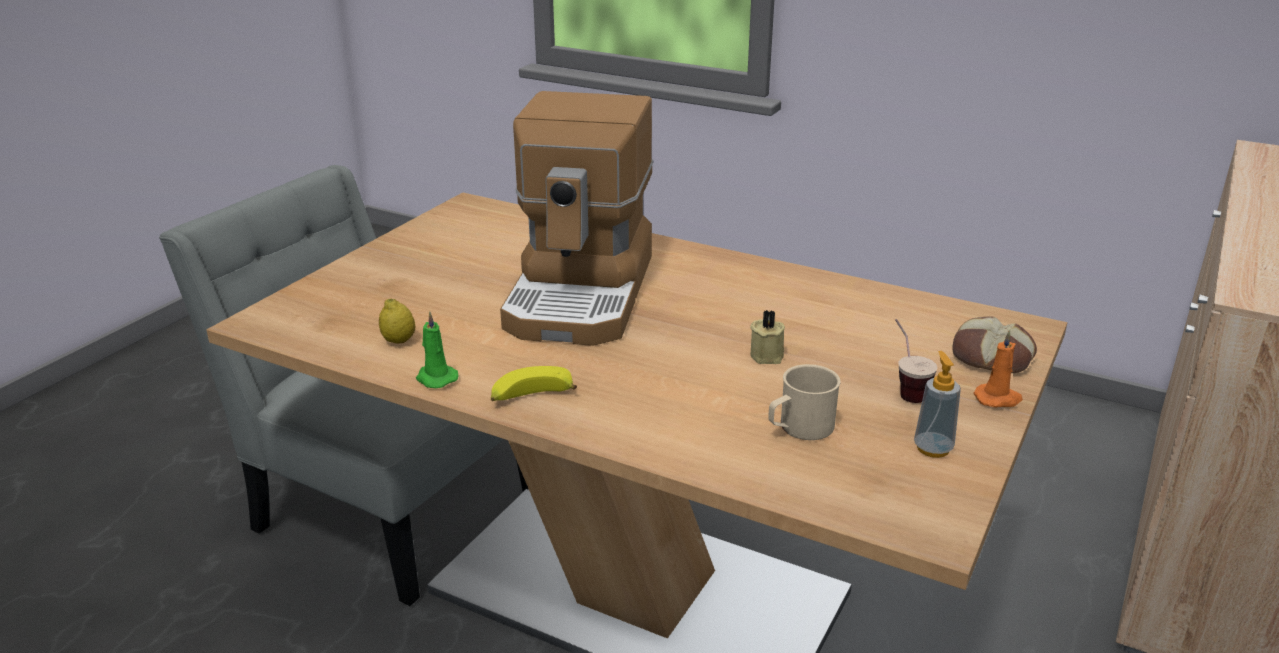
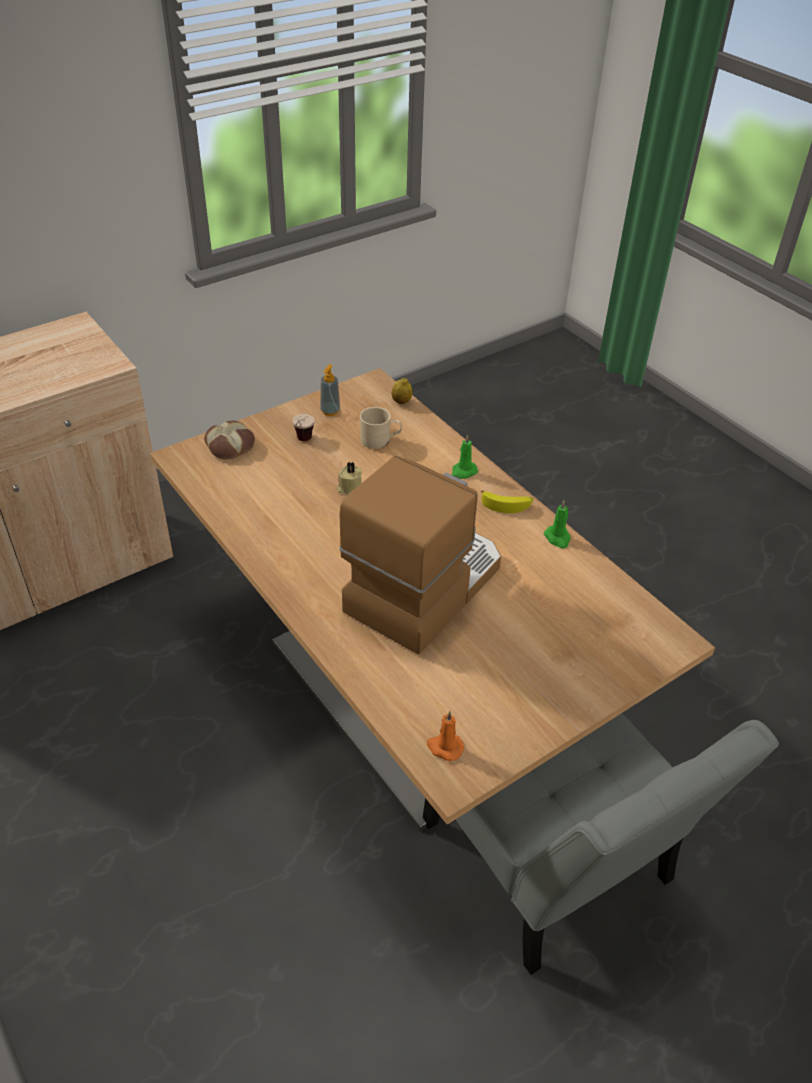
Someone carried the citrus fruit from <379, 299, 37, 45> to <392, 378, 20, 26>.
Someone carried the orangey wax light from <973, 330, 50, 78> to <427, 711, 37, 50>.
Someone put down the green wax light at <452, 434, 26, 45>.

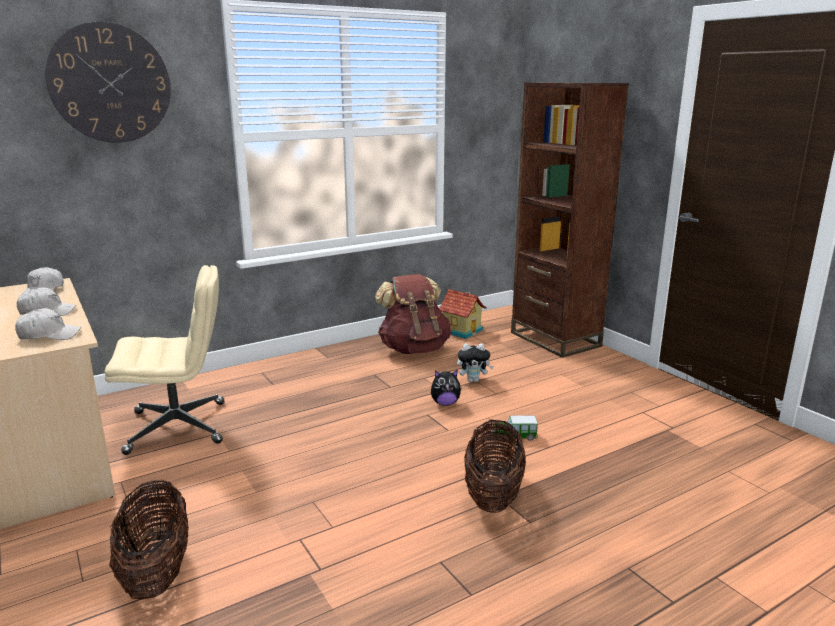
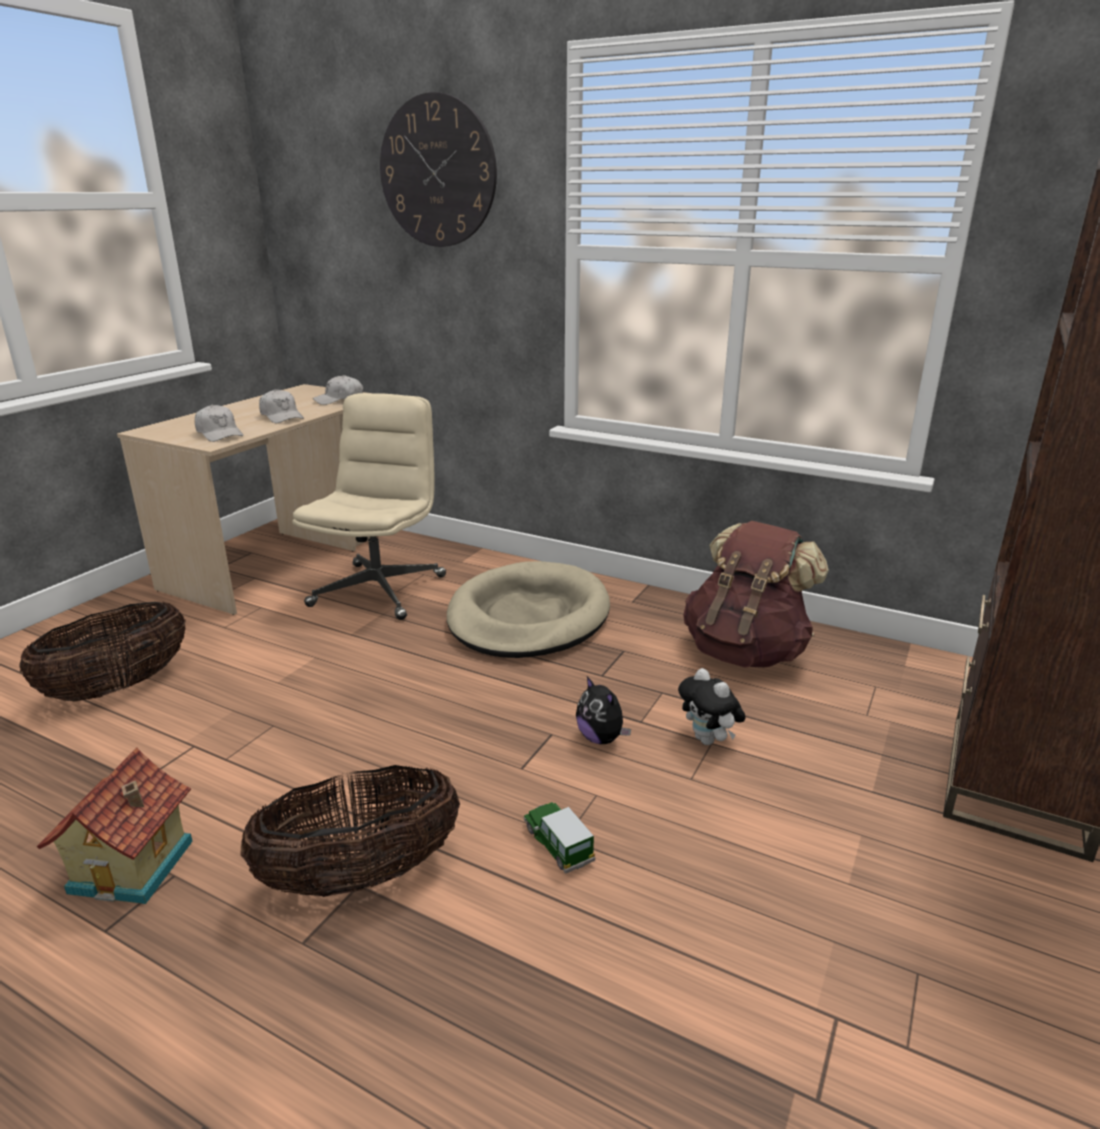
Someone rotated the beige computer chair at <105, 265, 119, 190> by 120 degrees counterclockwise.
Someone carried the toy house from <439, 289, 48, 50> to <37, 747, 156, 157>.
Someone put down the beige dog cushion at <447, 561, 163, 97>.

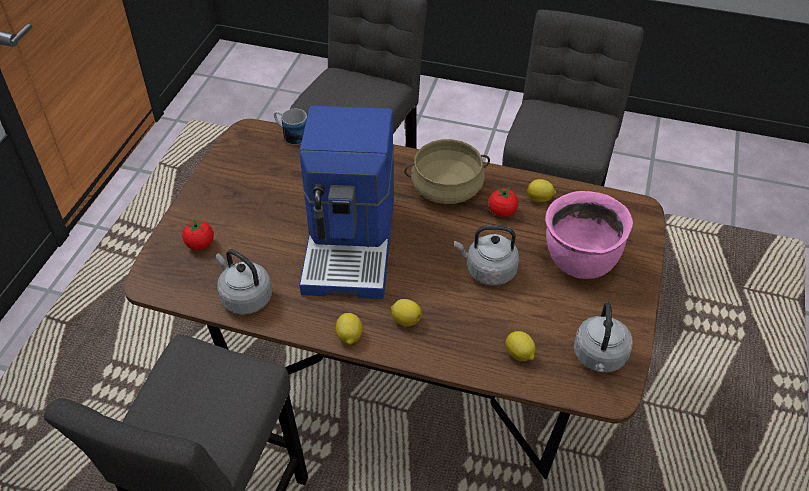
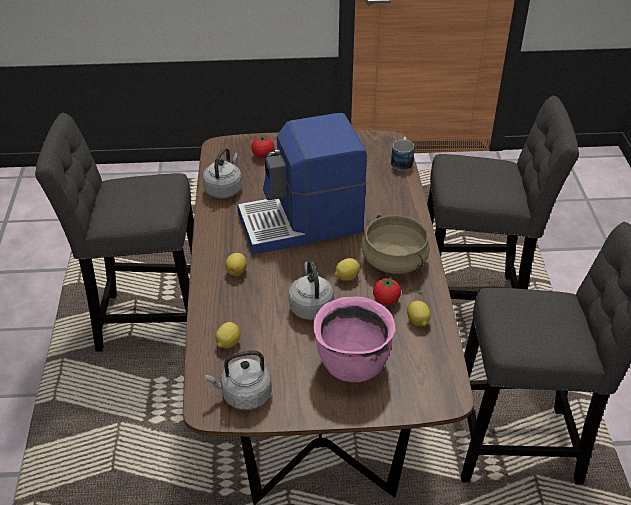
Someone carried the citrus fruit from <336, 313, 27, 32> to <335, 258, 25, 23>.

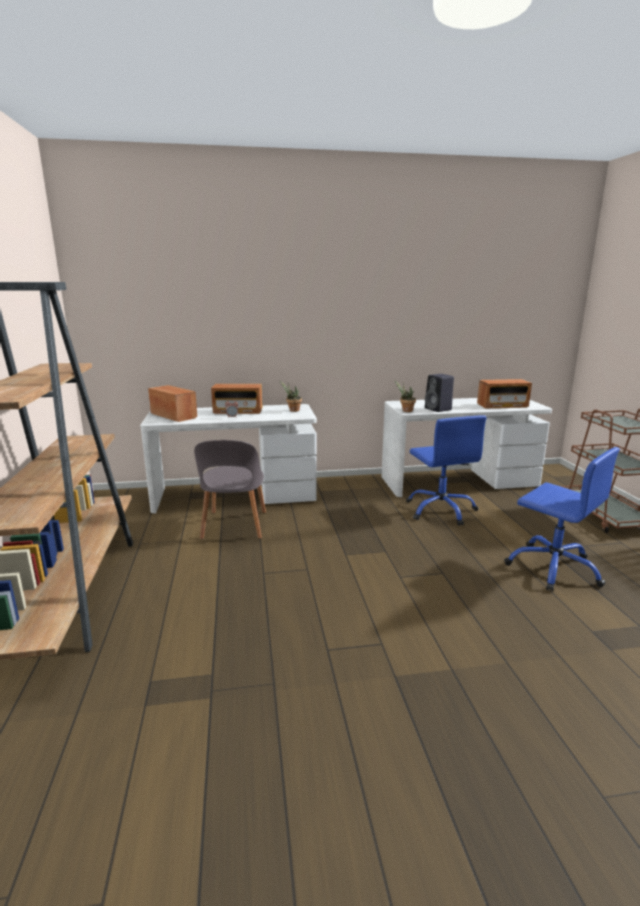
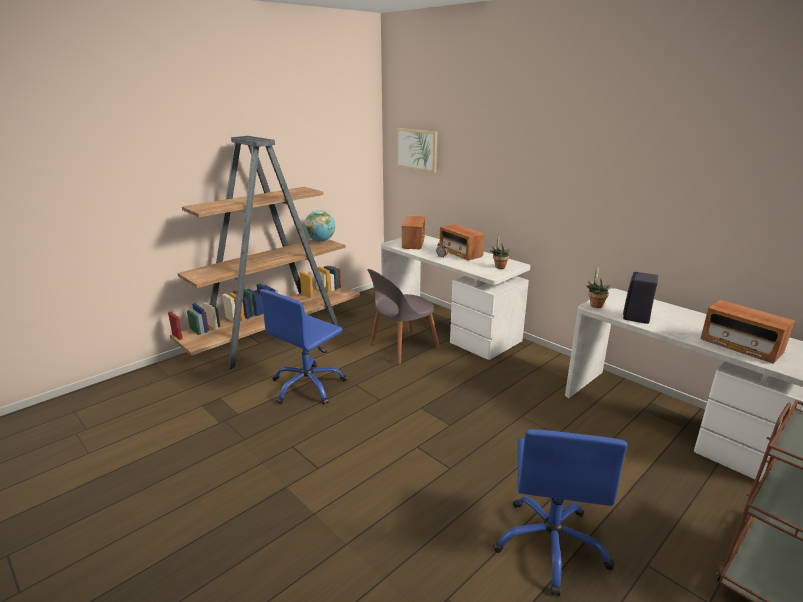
Someone carried the blue-coloured computer chair from <406, 415, 81, 111> to <260, 289, 87, 116>.
Someone put up the picture at <397, 128, 40, 45>.
Someone put down the globe at <304, 210, 31, 32>.

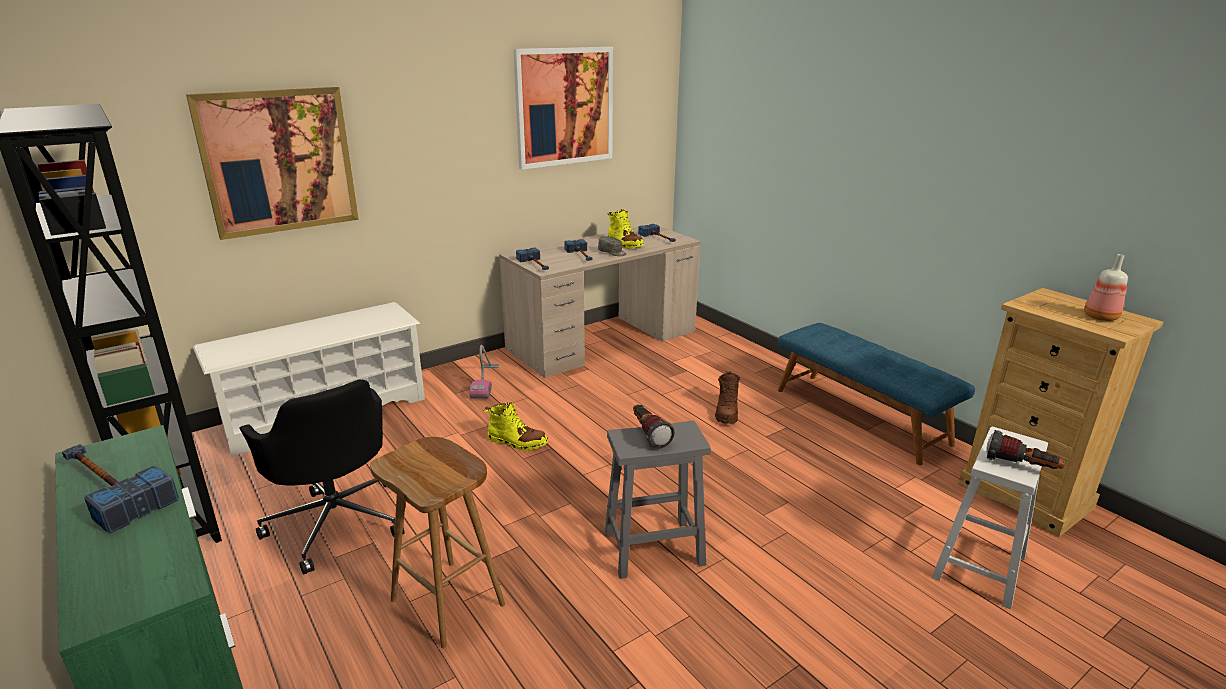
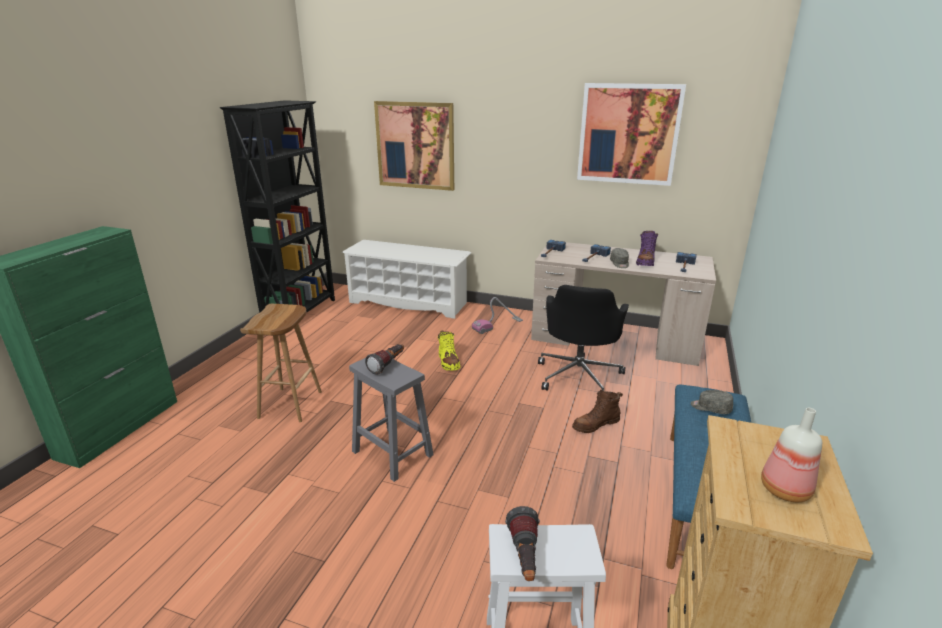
Someone repainted the yellow high-top boot at <608, 209, 36, 40>, which became the purple-coloured high-top boot at <636, 231, 22, 35>.
Someone carried the blackish computer chair from <239, 380, 165, 194> to <538, 285, 91, 106>.
Someone took away the hand hammer at <62, 444, 117, 89>.
Someone put down the grey cap at <691, 390, 42, 24>.

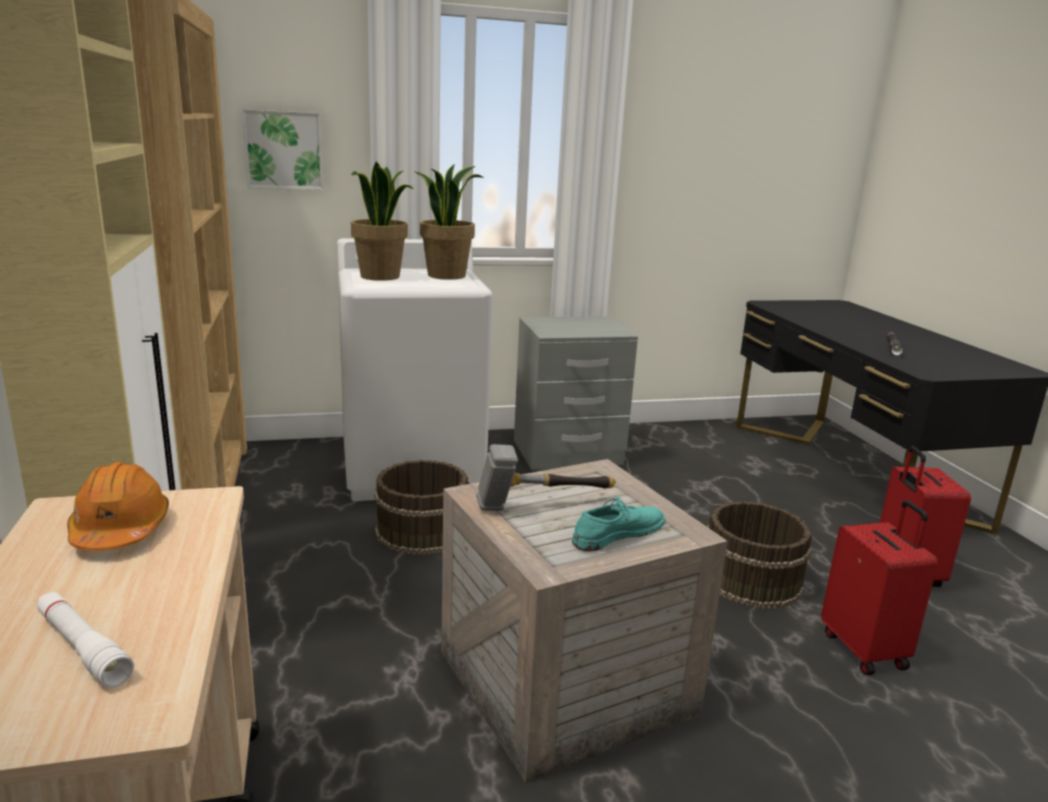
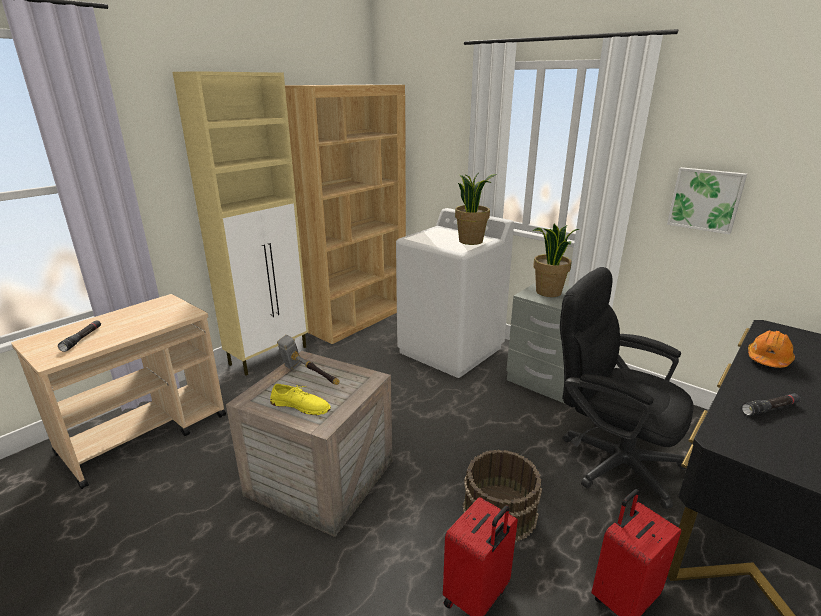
Someone carried the picture from <242, 109, 82, 81> to <667, 167, 80, 68>.
Someone carried the potted plant from <351, 161, 62, 120> to <532, 224, 47, 73>.
Someone took away the brownish bucket at <374, 460, 96, 95>.
Someone carried the orangey safety helmet from <67, 462, 102, 89> to <748, 330, 47, 38>.
Someone repainted the turquoise shoe at <572, 496, 93, 56>, which became the yellow shoe at <270, 384, 61, 31>.
Someone repainted the white hand torch at <36, 592, 98, 96>, which became the blackish hand torch at <58, 320, 43, 32>.
Someone put down the blackish computer chair at <560, 267, 134, 242>.

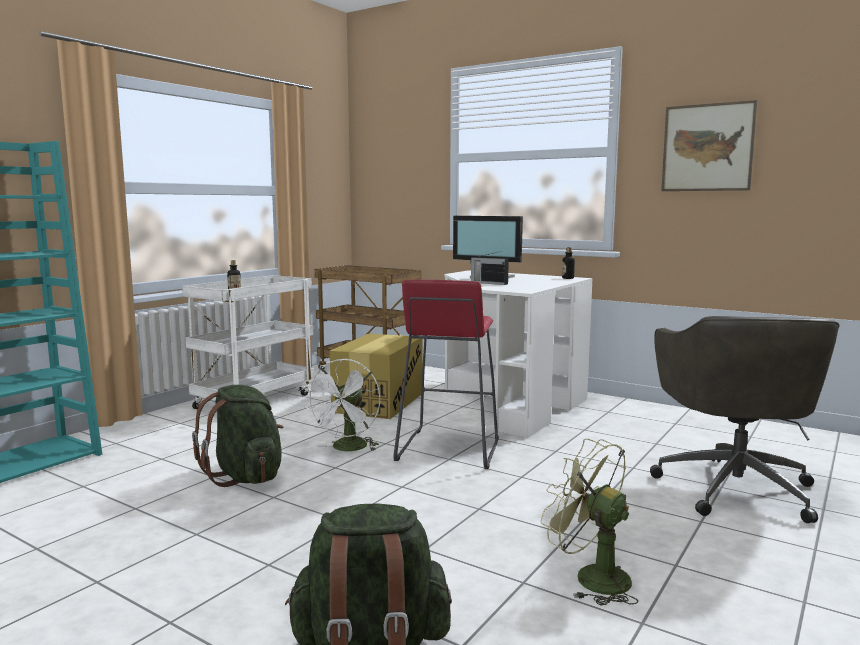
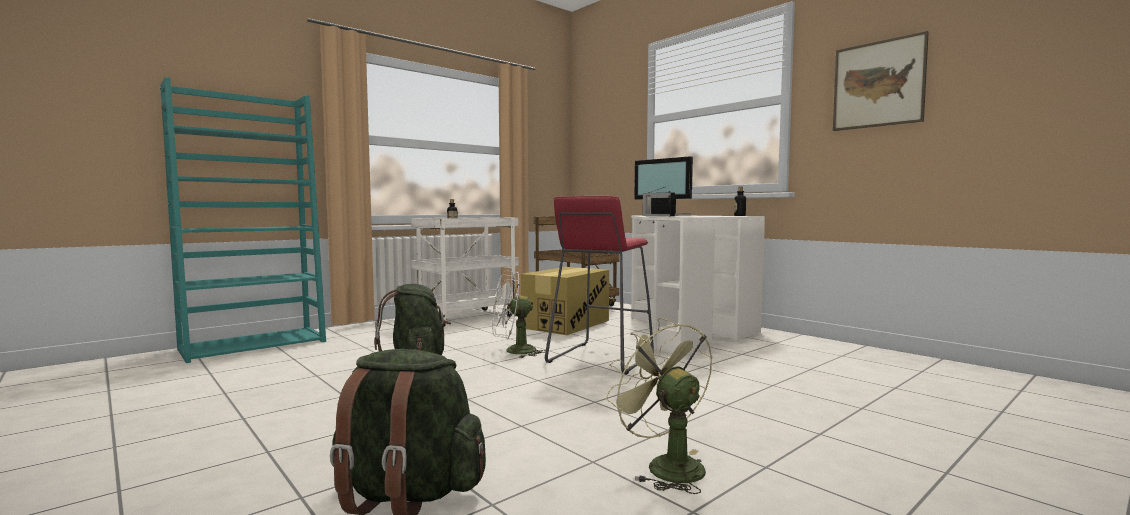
Someone took away the grey computer chair at <650, 316, 190, 207>.
Someone rotated the white cooling fan at <304, 358, 76, 93> by 45 degrees clockwise.

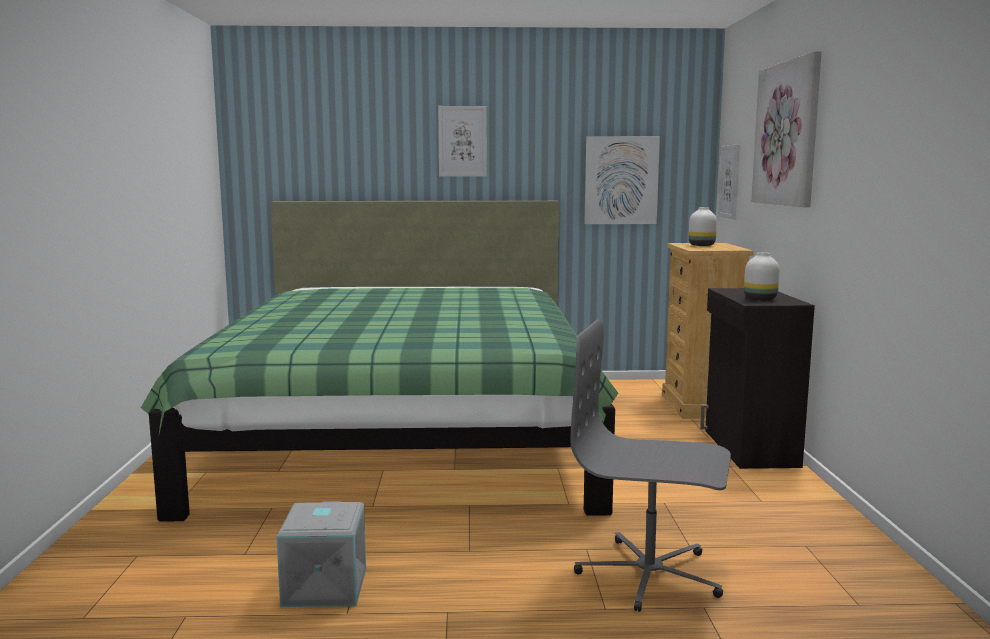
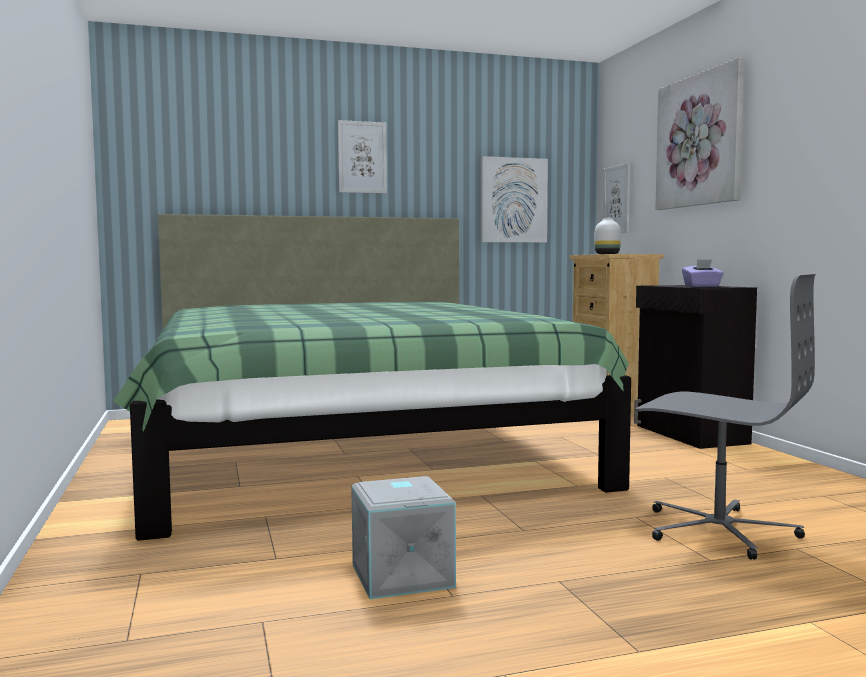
Someone swapped the white decorative vase at <744, 253, 36, 47> for the purple-coloured tissue box at <682, 259, 42, 28>.
Someone rotated the grey computer chair at <570, 320, 161, 292> by 150 degrees counterclockwise.

